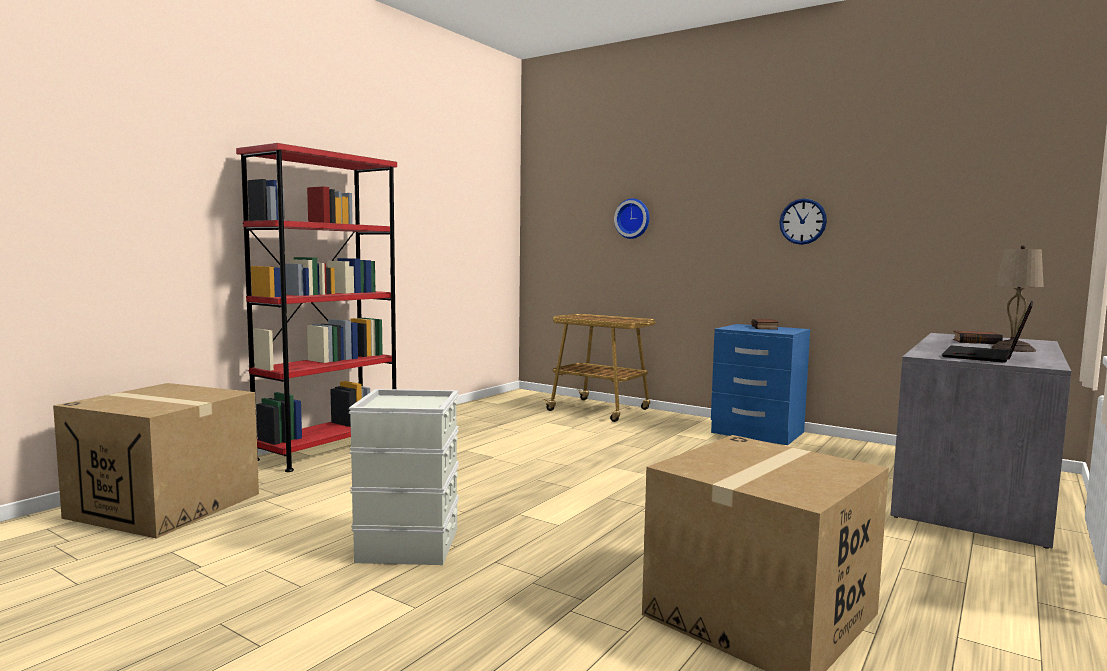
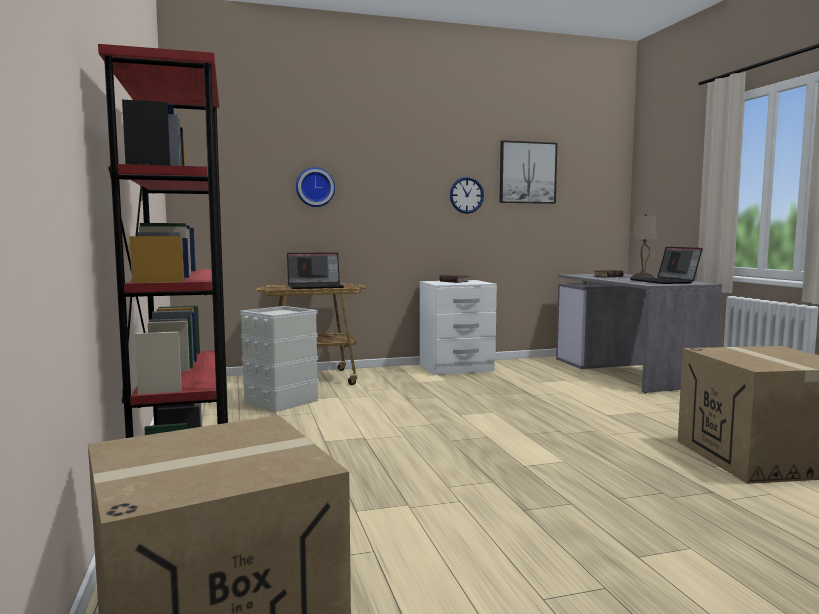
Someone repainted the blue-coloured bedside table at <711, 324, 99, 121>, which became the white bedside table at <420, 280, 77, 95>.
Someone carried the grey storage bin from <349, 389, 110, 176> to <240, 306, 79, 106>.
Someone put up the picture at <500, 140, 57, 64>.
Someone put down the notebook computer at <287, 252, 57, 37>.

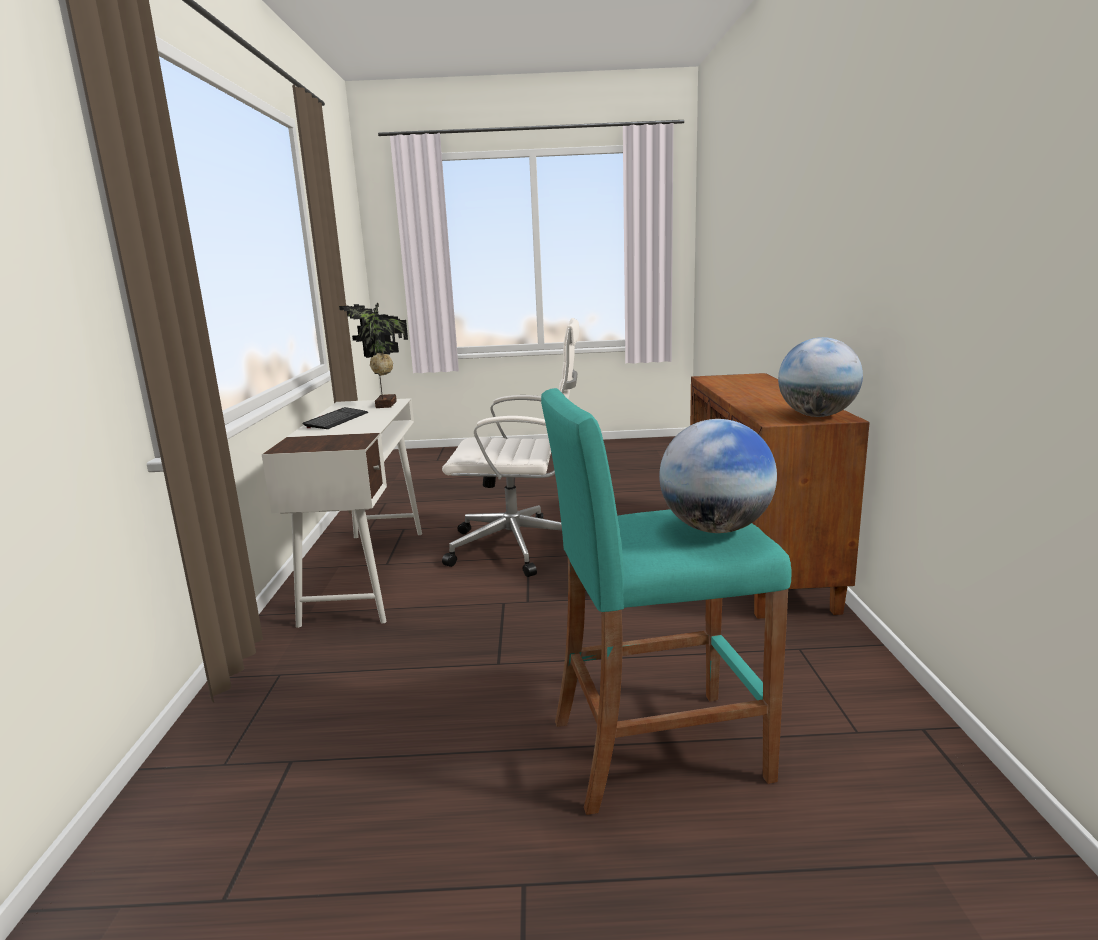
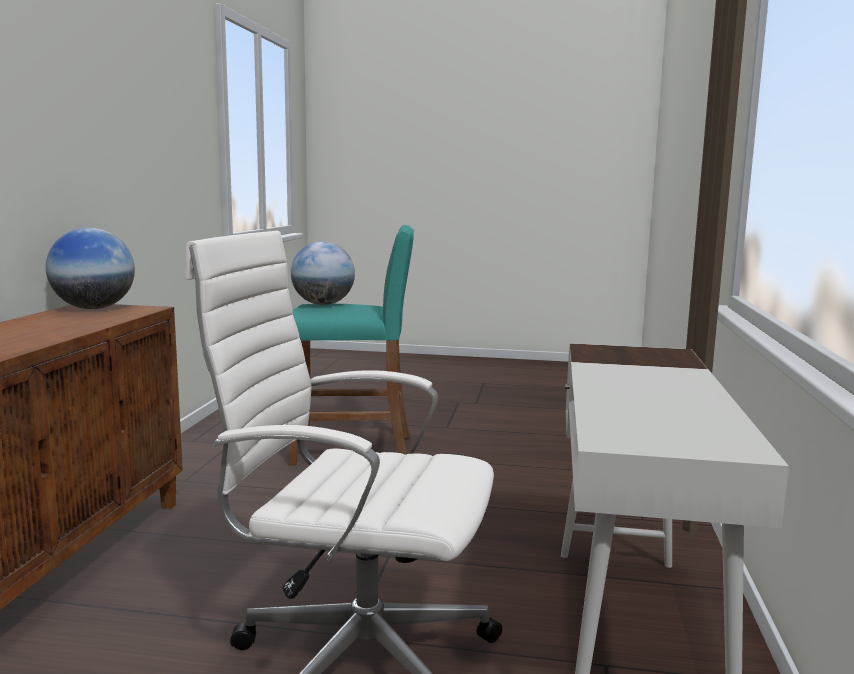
Someone took away the potted plant at <339, 303, 69, 105>.
Someone took away the PC keyboard at <303, 407, 65, 22>.

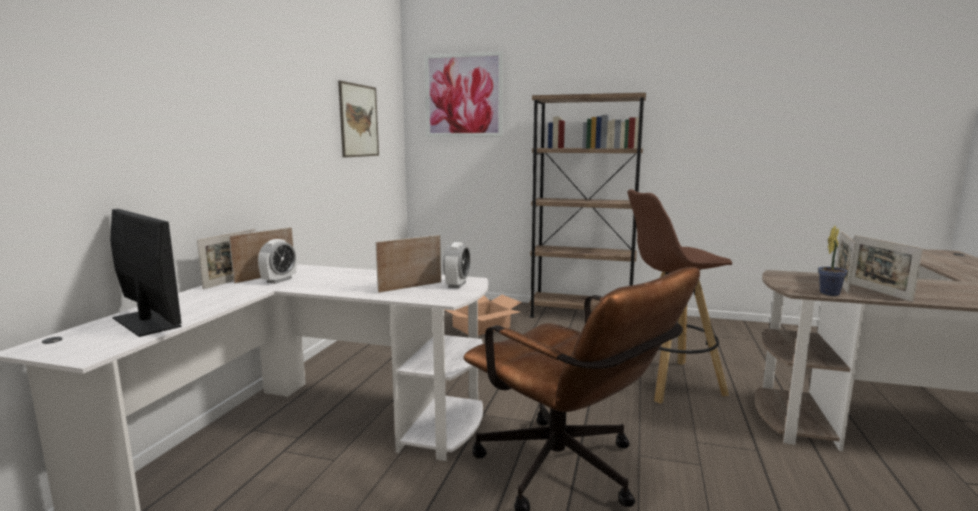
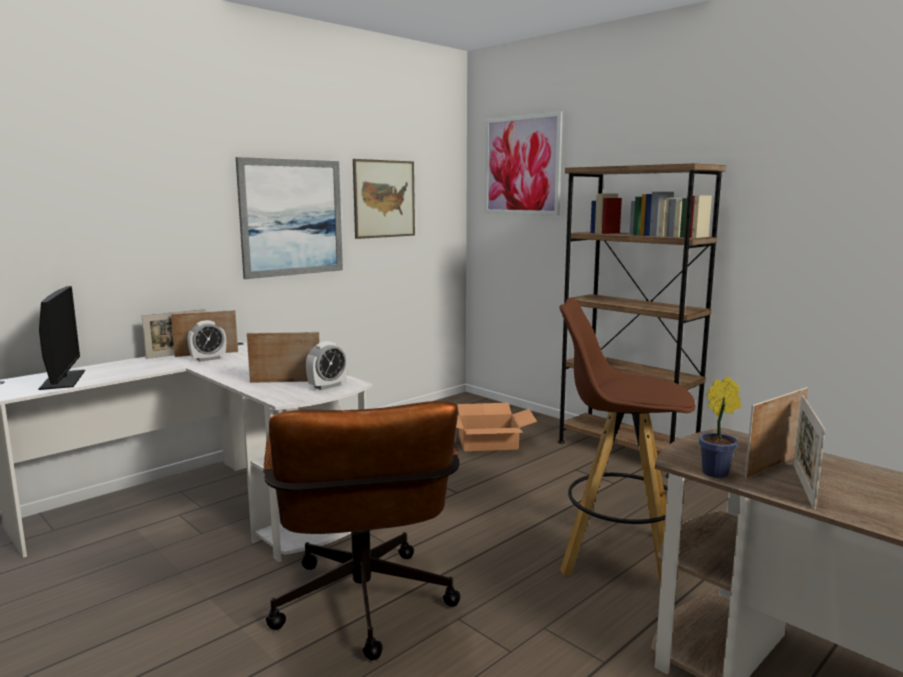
Someone put up the picture at <236, 157, 107, 122>.

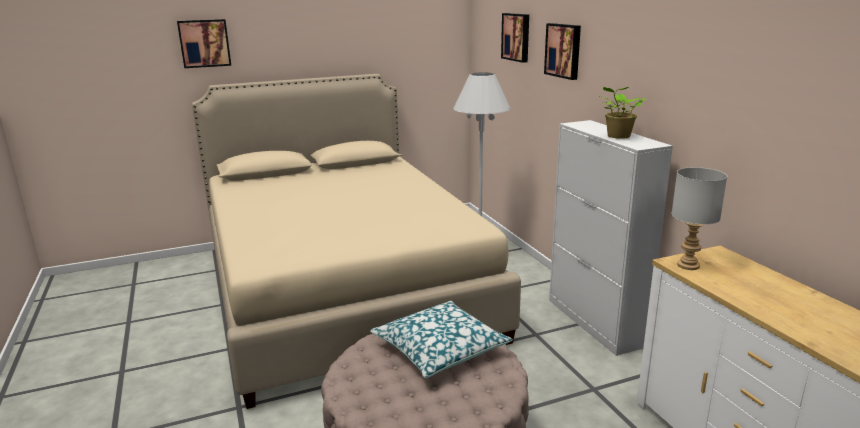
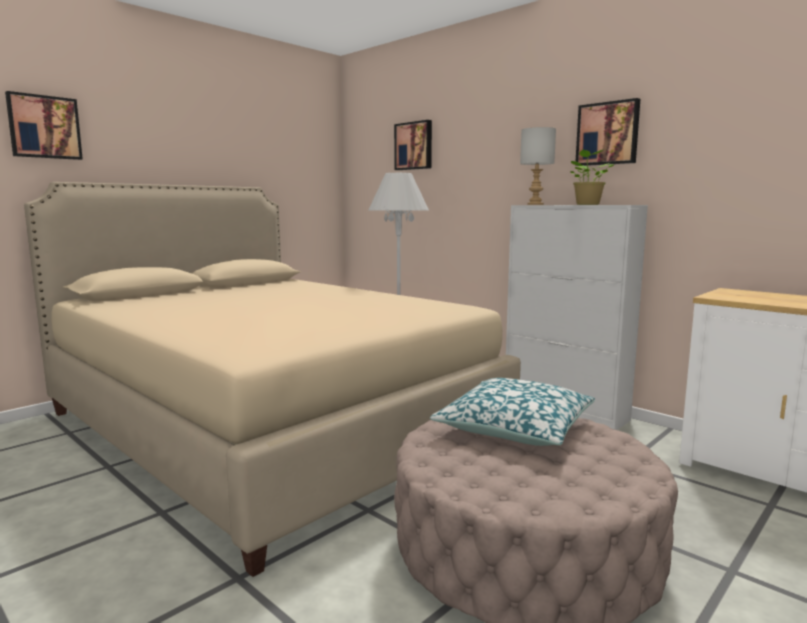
Someone carried the picture from <544, 23, 37, 57> to <575, 98, 65, 68>.
Someone carried the grey tabletop lamp from <671, 167, 56, 103> to <520, 127, 36, 78>.

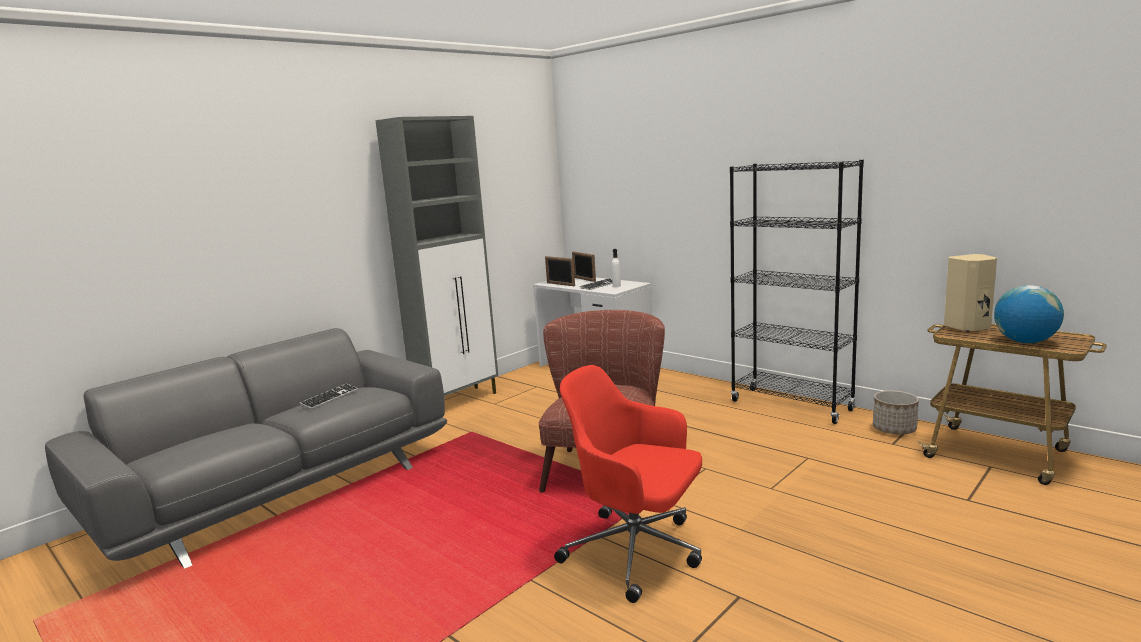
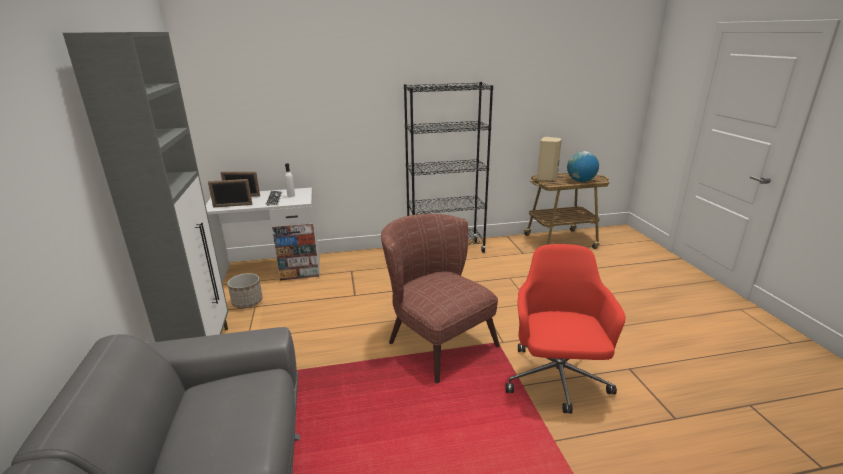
Someone rotated the red computer chair at <554, 365, 148, 238> by 120 degrees clockwise.
Someone took away the PC keyboard at <300, 384, 58, 25>.
Someone carried the planter from <873, 390, 46, 45> to <227, 273, 36, 35>.

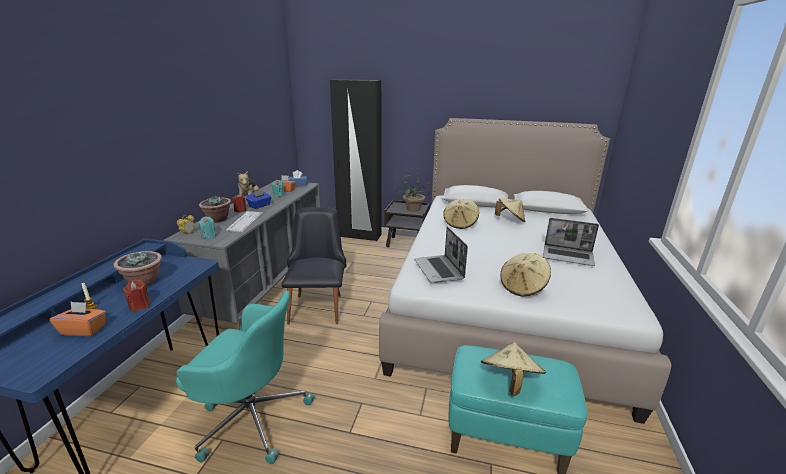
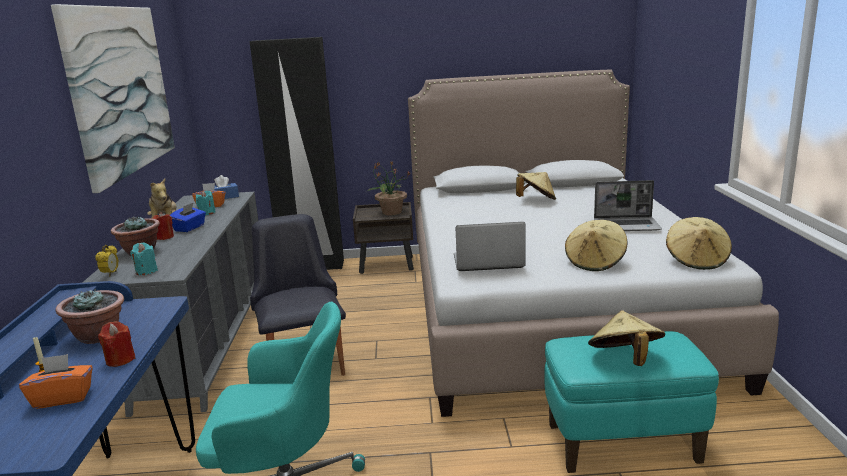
Someone carried the beige wearable hat from <443, 199, 36, 30> to <666, 217, 66, 53>.
Someone took away the PC keyboard at <226, 211, 36, 21>.
Someone rotated the notebook computer at <414, 226, 54, 57> by 120 degrees clockwise.
Someone put up the picture at <51, 4, 124, 189>.

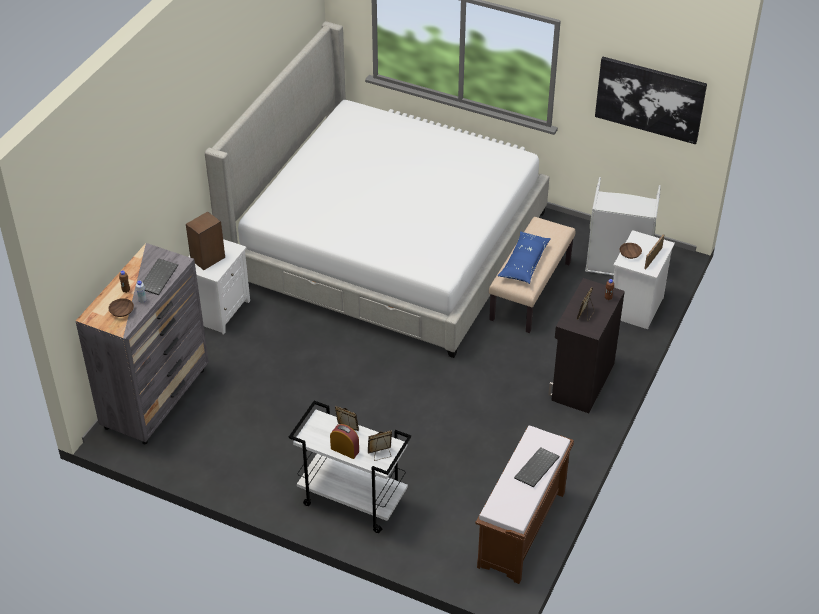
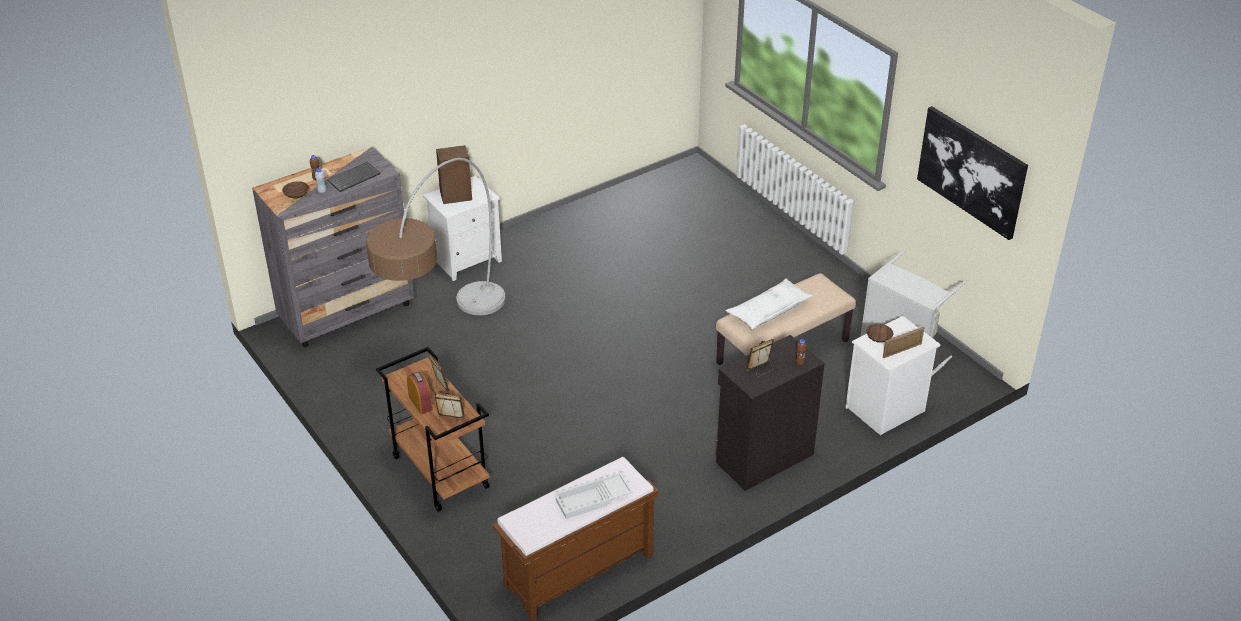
Someone took away the sleeping bed at <204, 21, 345, 337>.
Someone repainted the blue-coloured pillow at <497, 231, 54, 53>, which became the white pillow at <725, 279, 87, 51>.
Someone repainted the white wheeled cart at <289, 401, 122, 132>, which became the brownish wheeled cart at <376, 347, 114, 165>.
Someone swapped the PC keyboard at <514, 447, 46, 40> for the white serving tray at <554, 472, 79, 47>.
Someone put down the standing lamp at <366, 158, 139, 158>.

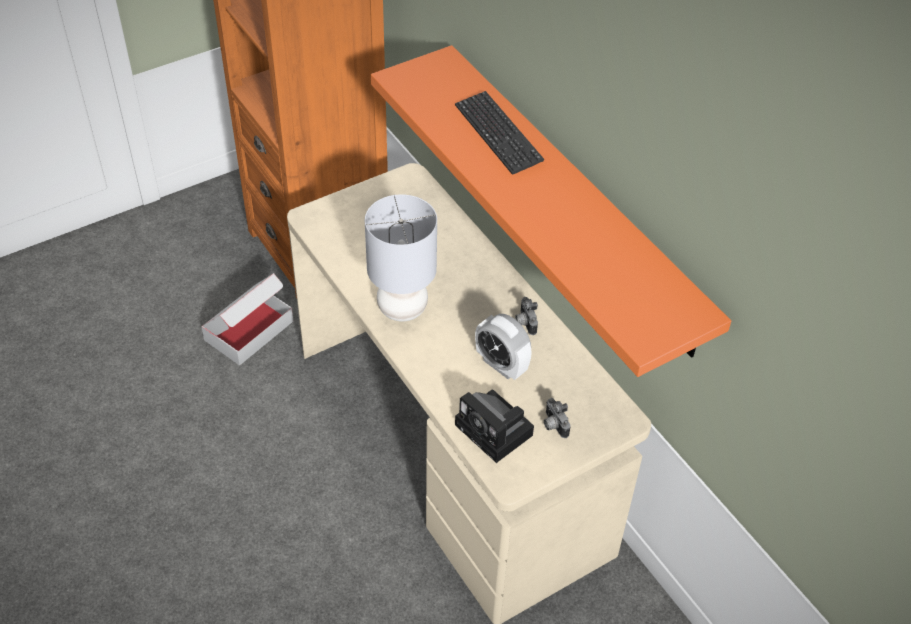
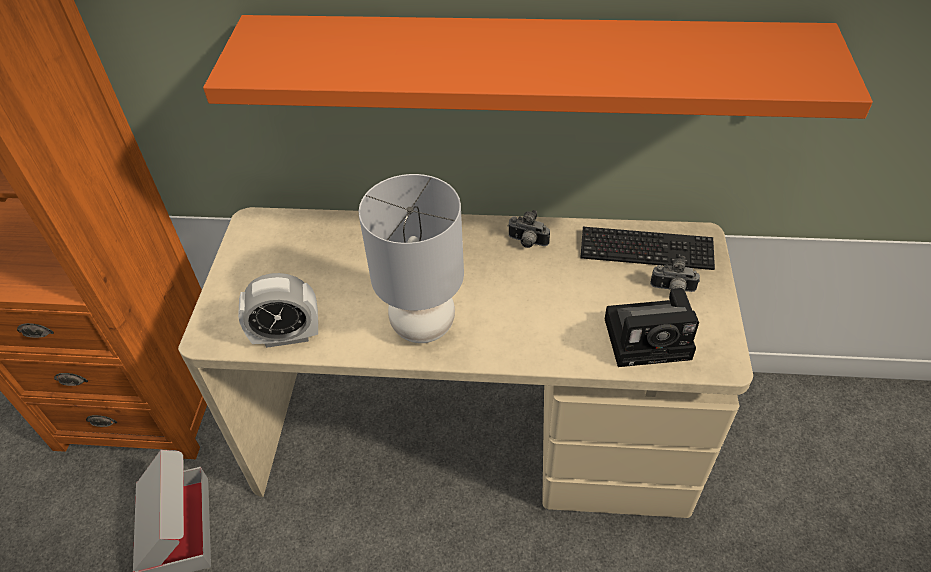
Someone carried the PC keyboard from <455, 91, 89, 84> to <580, 227, 135, 43>.
Someone carried the alarm clock from <475, 314, 57, 66> to <238, 273, 80, 75>.

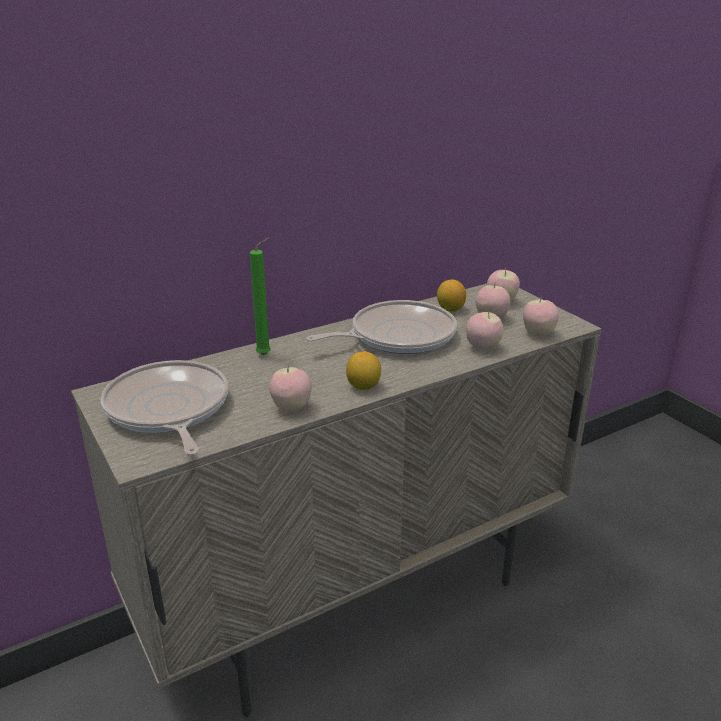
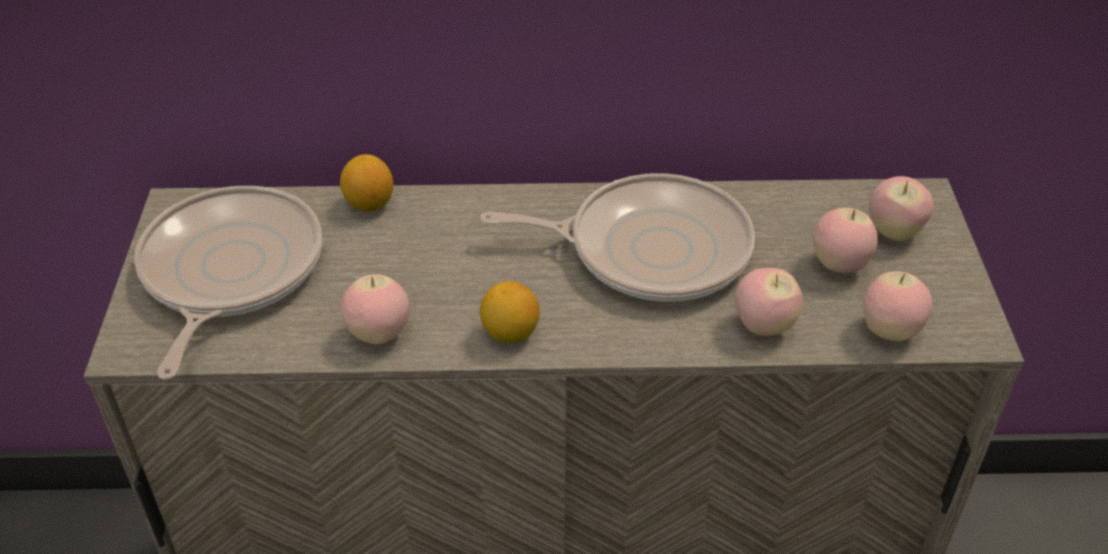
Someone took away the green wax light at <250, 238, 21, 117>.
Someone carried the citrus fruit from <437, 280, 29, 32> to <340, 154, 53, 58>.

